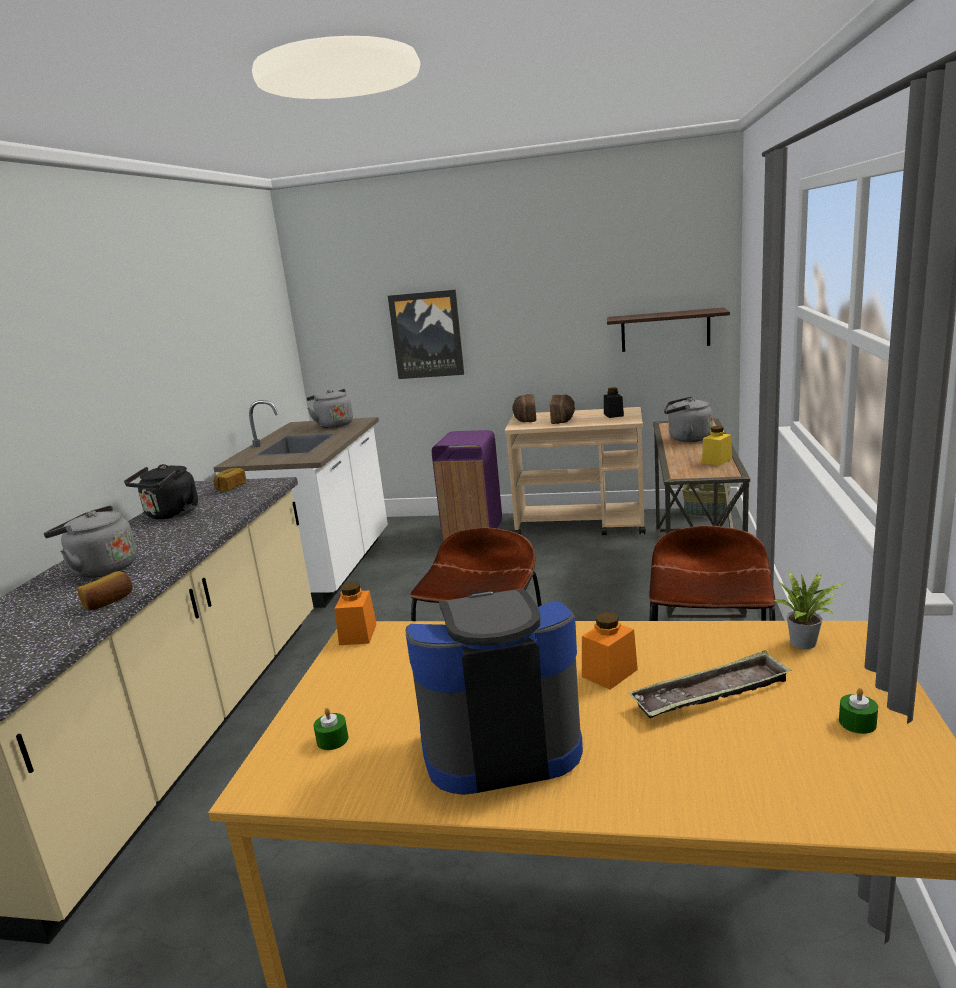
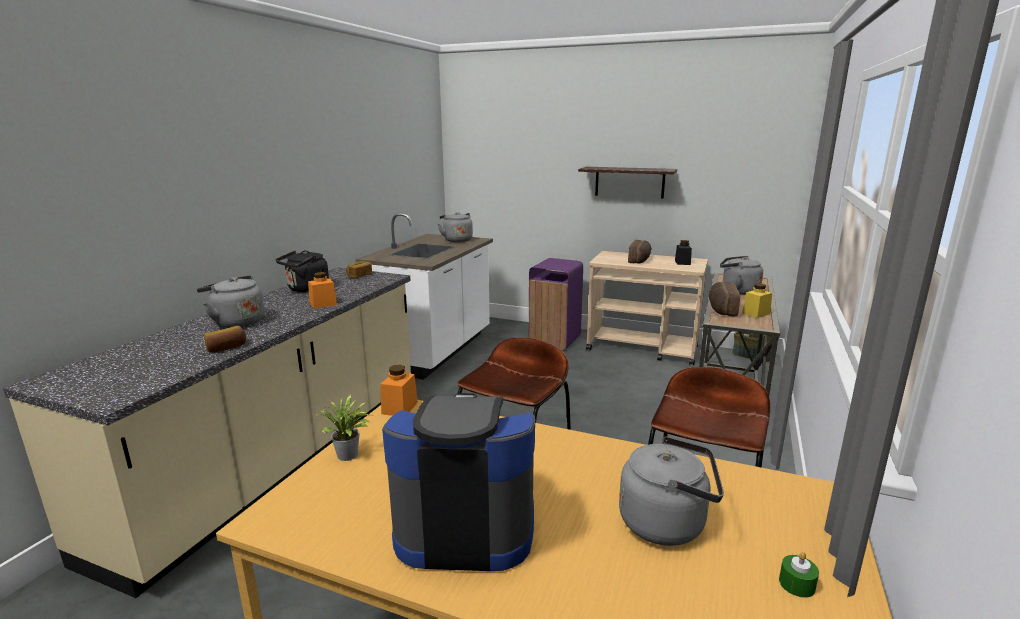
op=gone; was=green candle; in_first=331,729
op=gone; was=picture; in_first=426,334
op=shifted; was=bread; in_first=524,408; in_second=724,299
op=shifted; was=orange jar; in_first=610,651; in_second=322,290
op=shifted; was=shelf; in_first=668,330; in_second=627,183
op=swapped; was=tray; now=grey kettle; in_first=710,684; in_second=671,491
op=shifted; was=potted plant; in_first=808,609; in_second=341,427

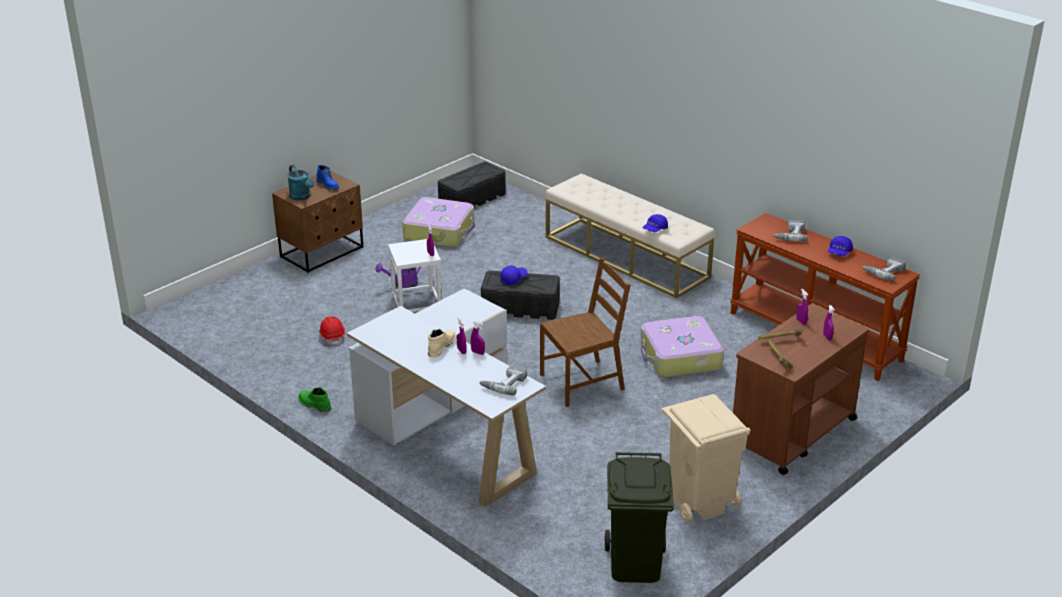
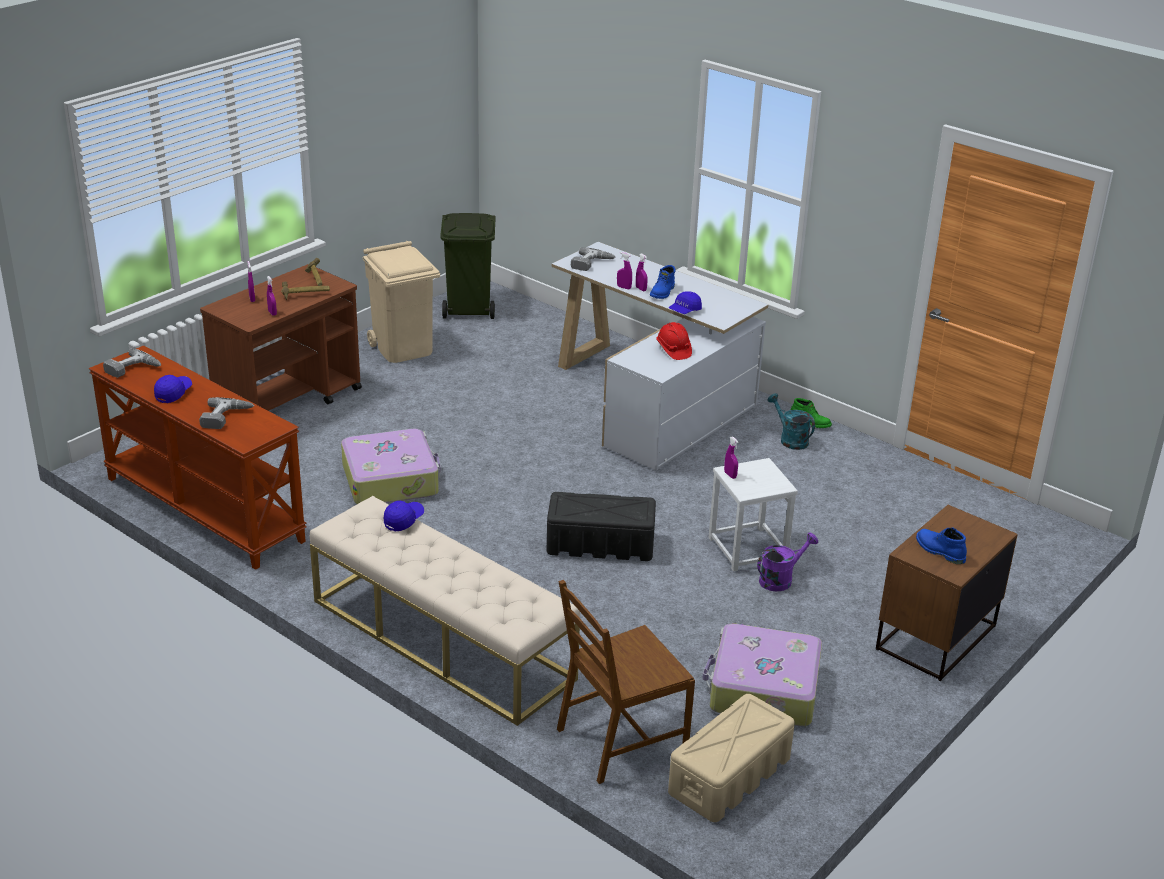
op=shifted; was=turquoise watering can; in_first=301,182; in_second=791,421
op=shifted; was=red hard hat; in_first=332,330; in_second=674,341
op=repainted; was=beige boot; now=blue boot; in_first=442,343; in_second=663,282
op=repainted; was=black storage box; now=beige storage box; in_first=472,185; in_second=731,758
op=shifted; was=blue cap; in_first=514,275; in_second=685,302
op=shifted; was=brown chair; in_first=585,332; in_second=626,682

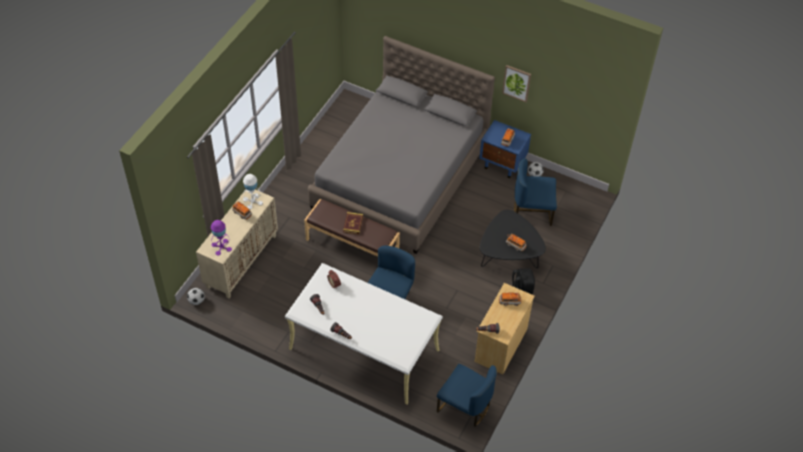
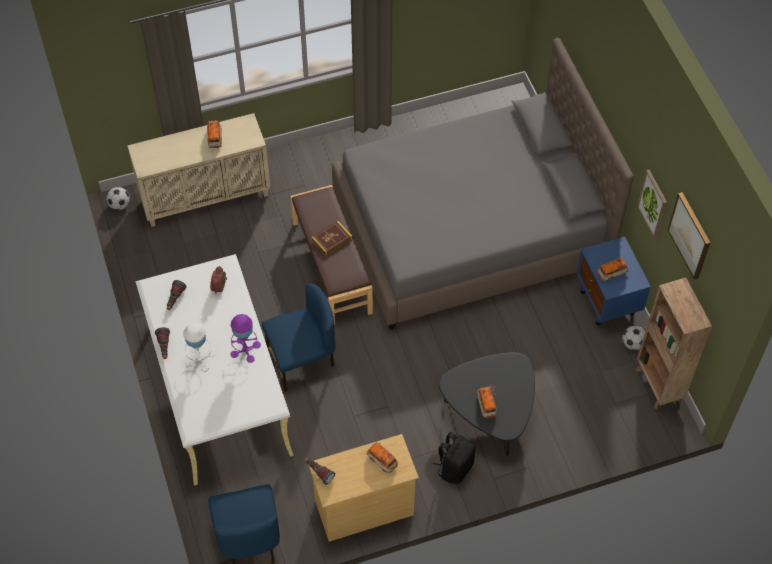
op=shifted; was=purple table lamp; in_first=221,238; in_second=245,338
op=shifted; was=white table lamp; in_first=253,191; in_second=199,347
op=gone; was=blue chair; in_first=535,192
op=new; now=brown bookcase; in_second=673,343
op=new; now=picture; in_second=689,236

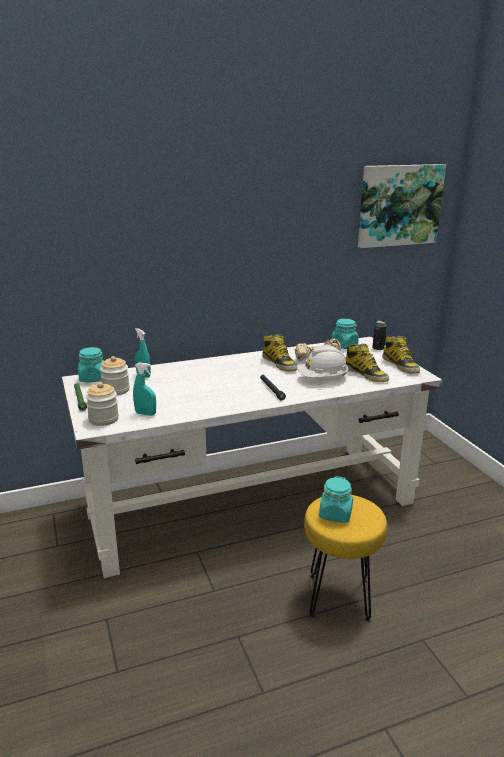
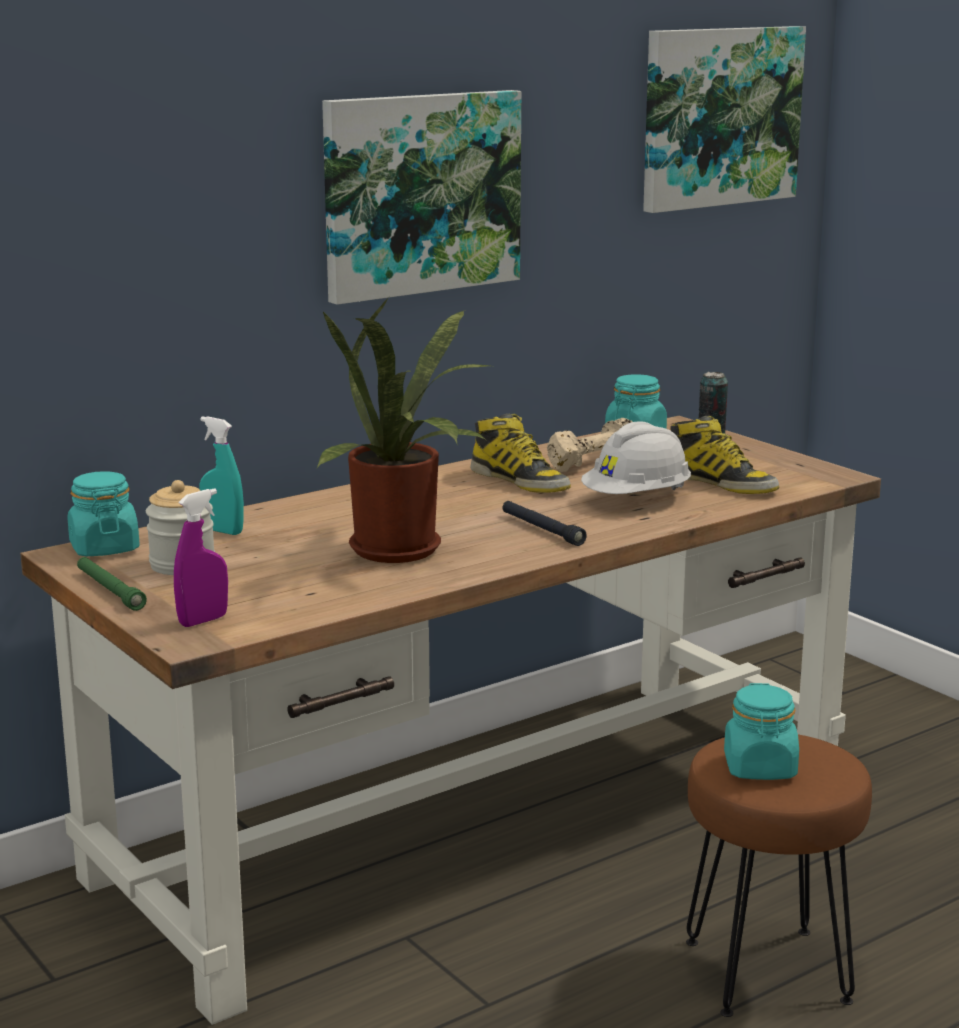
op=repainted; was=white desk; now=brown desk; in_first=252,457; in_second=450,720
op=swapped; was=jar; now=purple spray bottle; in_first=102,404; in_second=201,557
op=gone; was=turquoise spray bottle; in_first=144,389
op=repainted; was=yellow stool; now=brown stool; in_first=345,559; in_second=779,876
op=gone; was=boot; in_first=401,355
op=new; now=potted plant; in_second=403,430
op=new; now=picture; in_second=421,197

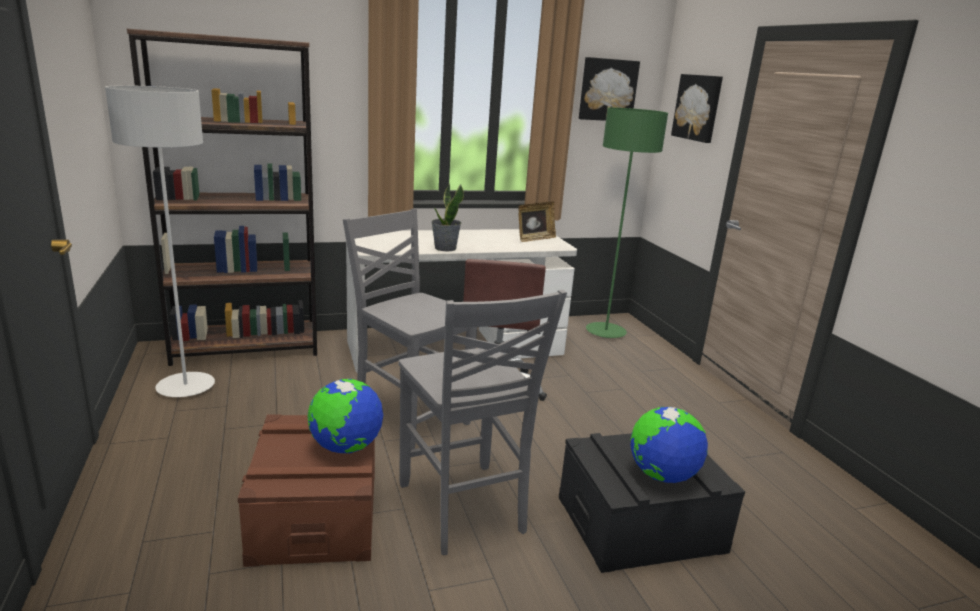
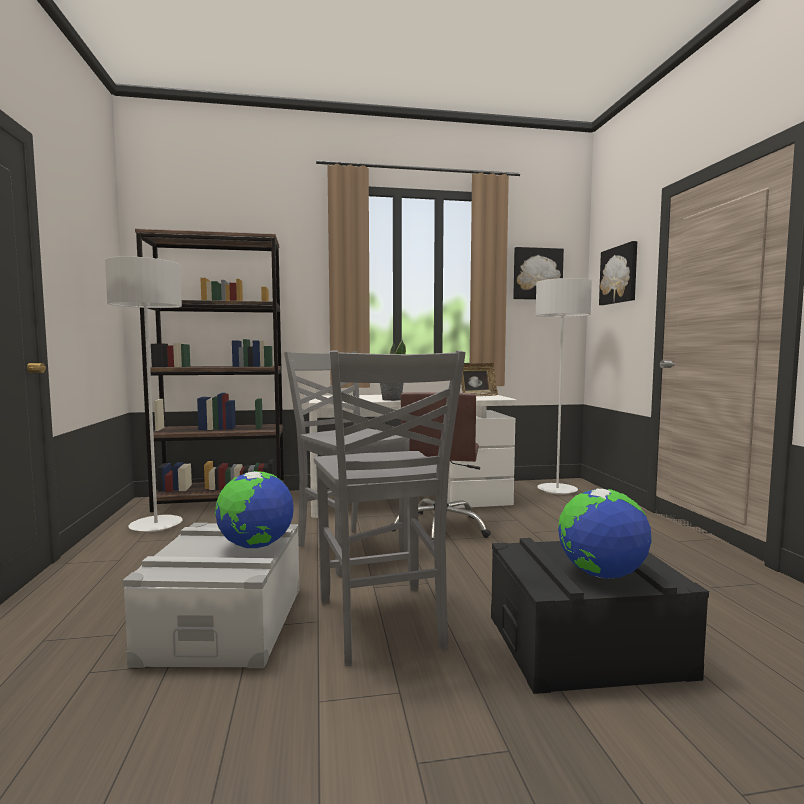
op=repainted; was=brown storage box; now=grey storage box; in_first=306,491; in_second=211,595
op=repainted; was=green floor lamp; now=grey floor lamp; in_first=627,222; in_second=564,386

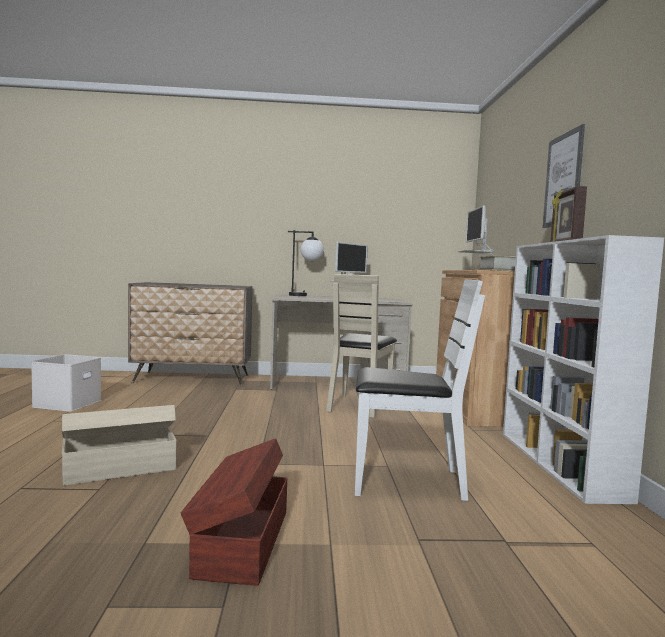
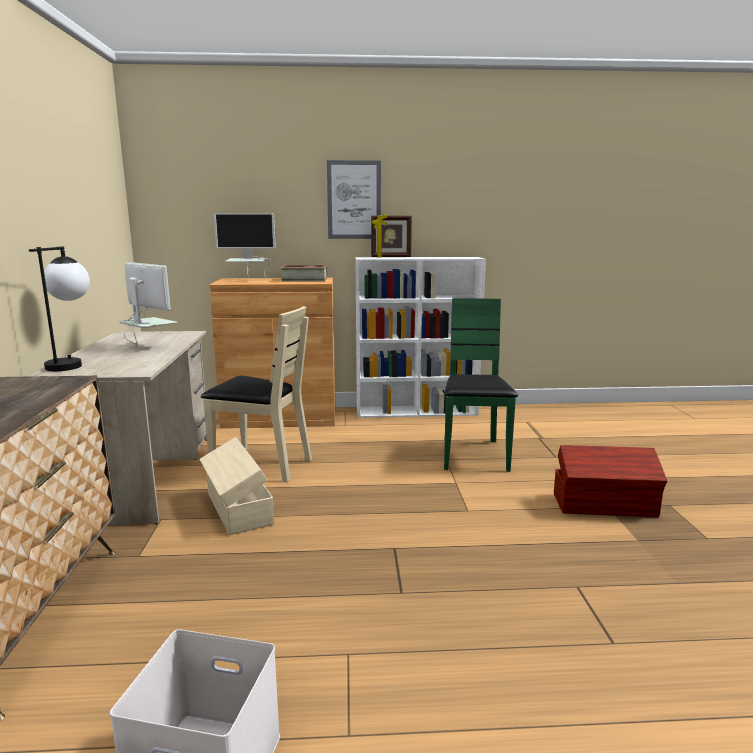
op=shifted; was=beige storage box; in_first=119,445; in_second=237,486
op=repainted; was=white chair; now=green chair; in_first=420,390; in_second=481,385

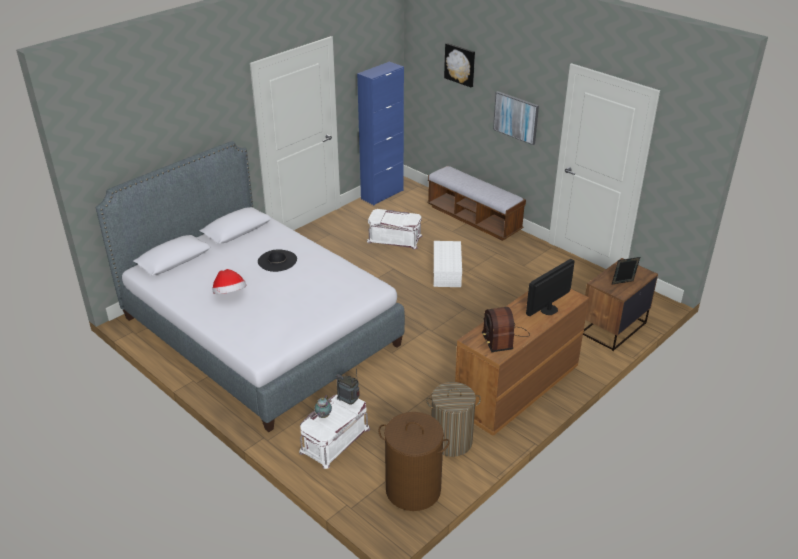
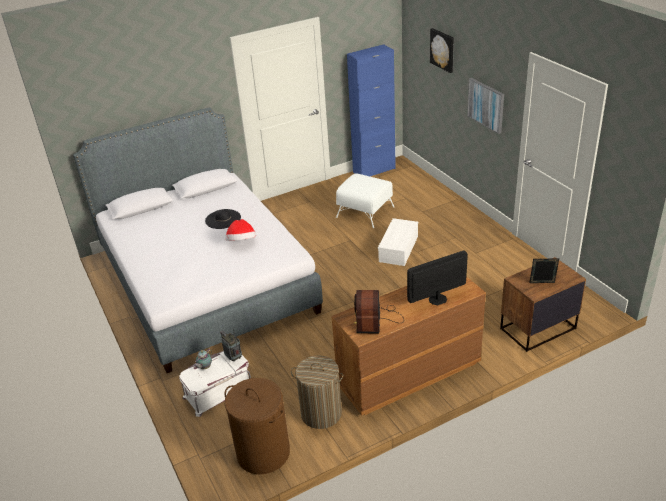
op=shifted; was=hat; in_first=229,281; in_second=241,230
op=swapped; was=white storage box; now=white ottoman; in_first=395,229; in_second=365,200
op=gone; was=bench; in_first=476,203

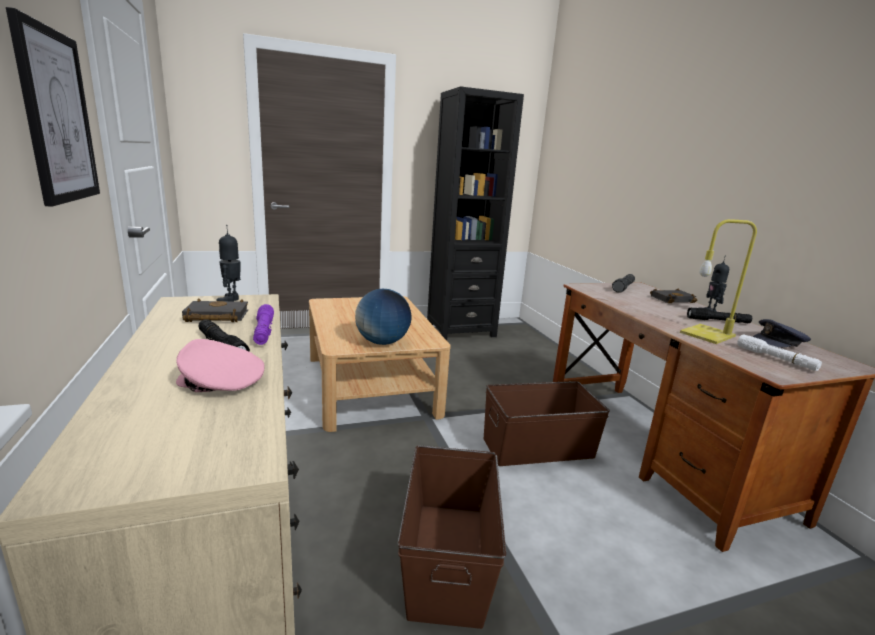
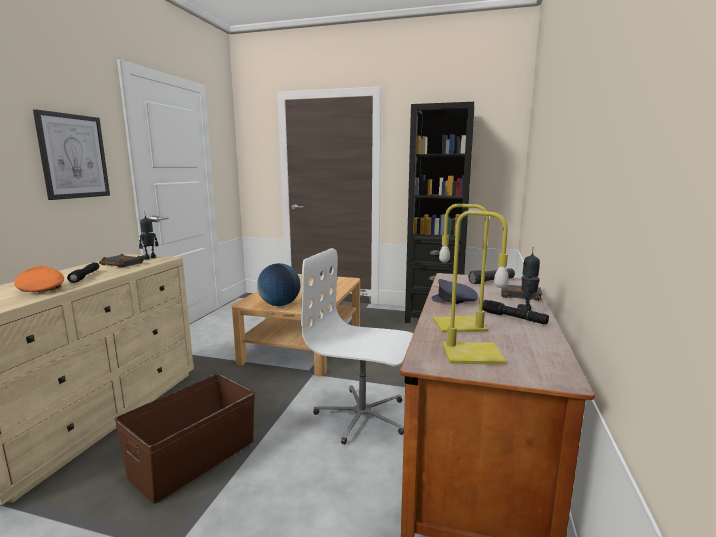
op=repainted; was=pink cap; now=orange cap; in_first=220,365; in_second=39,279
op=gone; was=purple flashlight; in_first=263,324
op=swapped; was=brown storage box; now=white office chair; in_first=547,423; in_second=357,346
op=swapped; was=white flashlight; now=yellow table lamp; in_first=779,353; in_second=475,287
op=shifted; was=grey cap; in_first=782,333; in_second=455,291

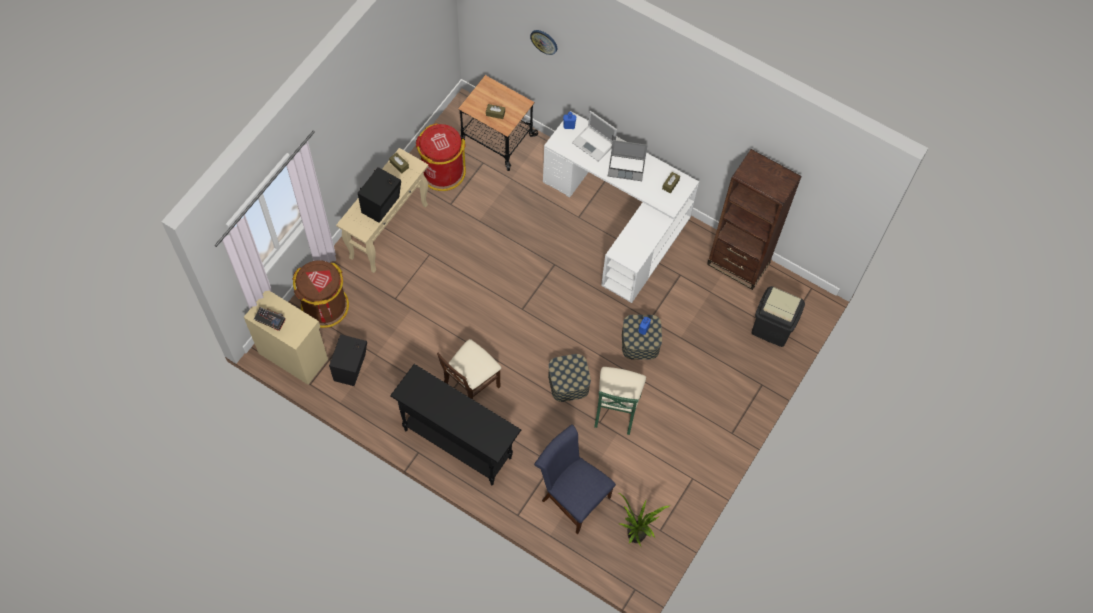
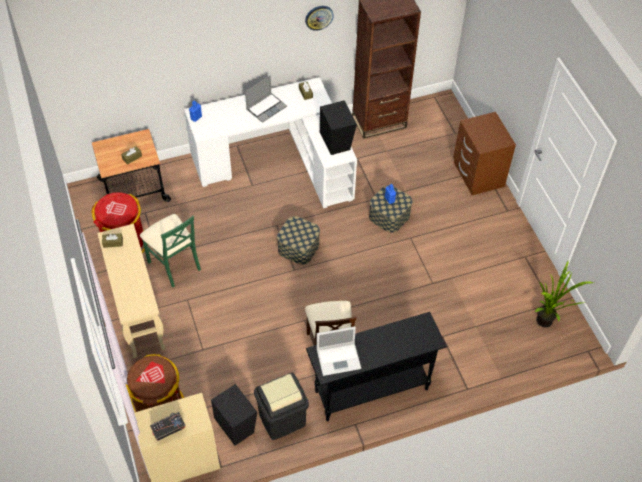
op=shifted; was=black speaker; in_first=379,195; in_second=338,127
op=shifted; was=wall clock; in_first=543,42; in_second=319,18
op=gone; was=blue chair; in_first=575,479
op=shifted; was=storage box; in_first=569,378; in_second=298,240
op=shifted; was=laptop; in_first=594,136; in_second=338,351
op=shifted; was=green chair; in_first=620,401; in_second=170,250
op=shifted; was=black trash can; in_first=778,316; in_second=281,406
op=new; now=brown nightstand; in_second=484,153

